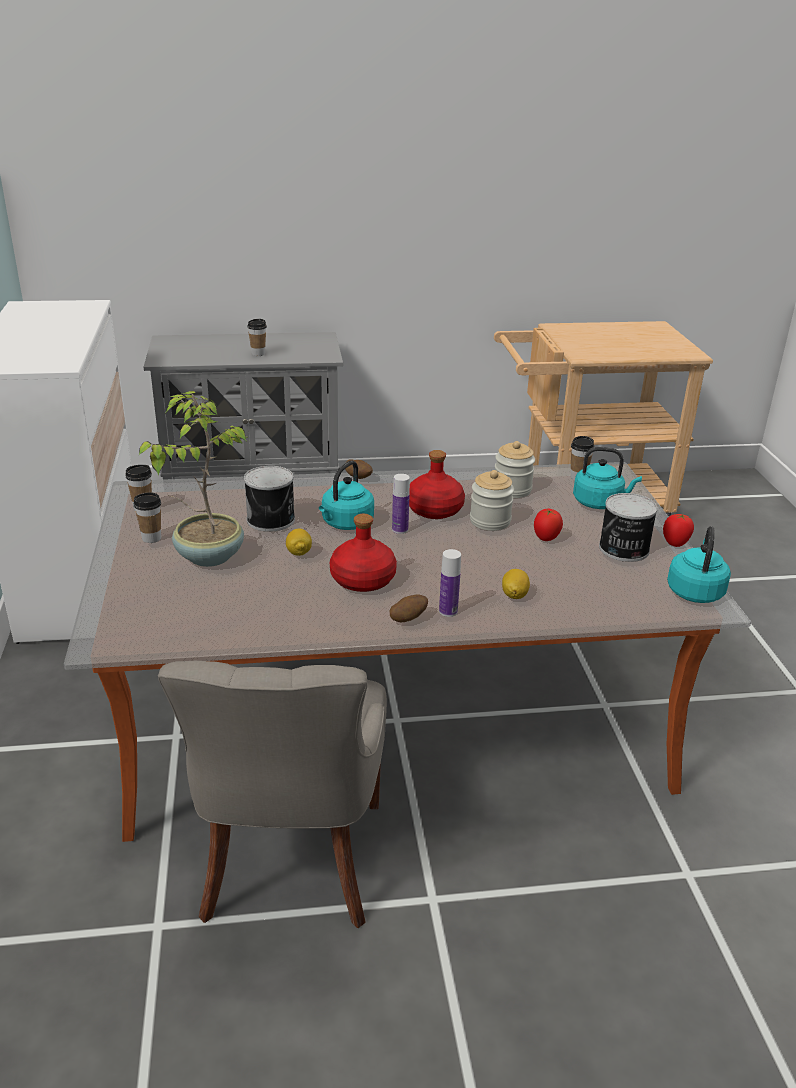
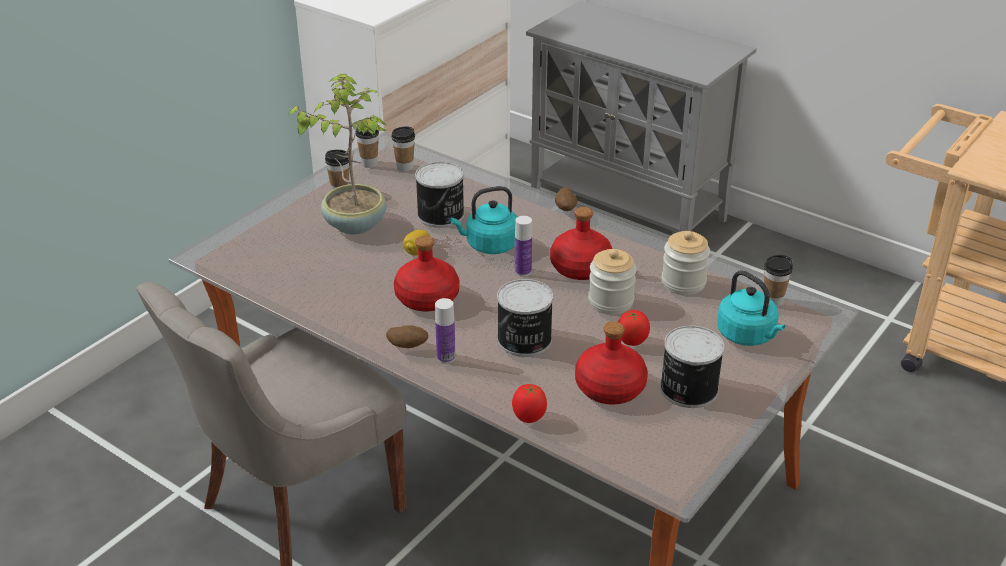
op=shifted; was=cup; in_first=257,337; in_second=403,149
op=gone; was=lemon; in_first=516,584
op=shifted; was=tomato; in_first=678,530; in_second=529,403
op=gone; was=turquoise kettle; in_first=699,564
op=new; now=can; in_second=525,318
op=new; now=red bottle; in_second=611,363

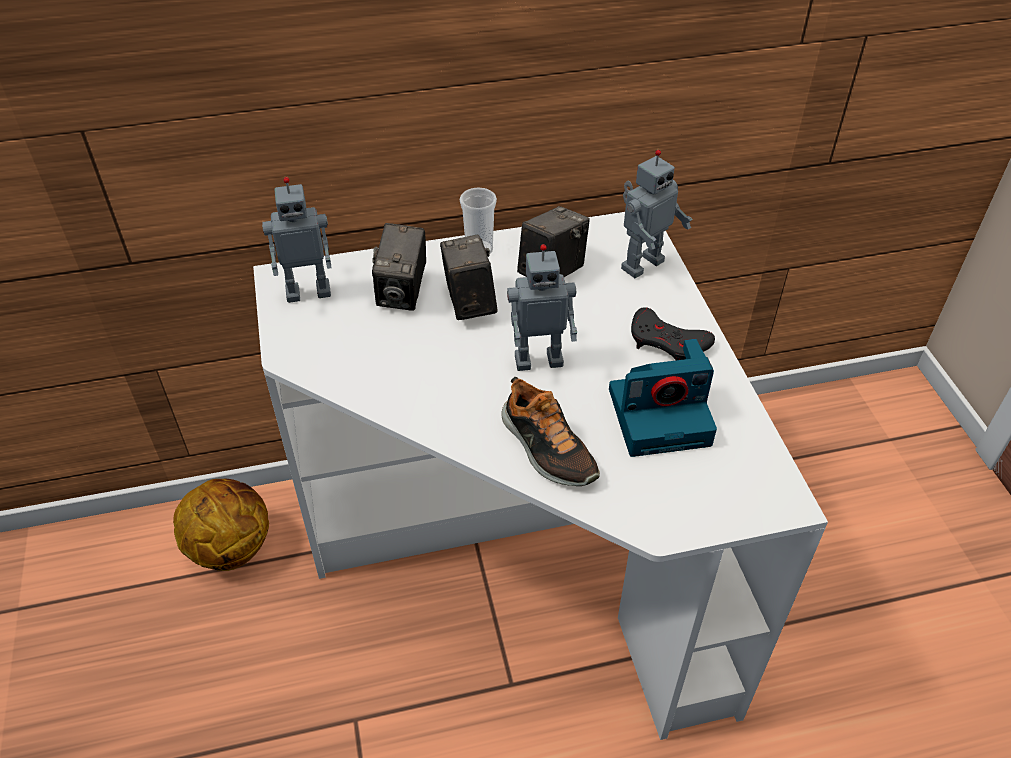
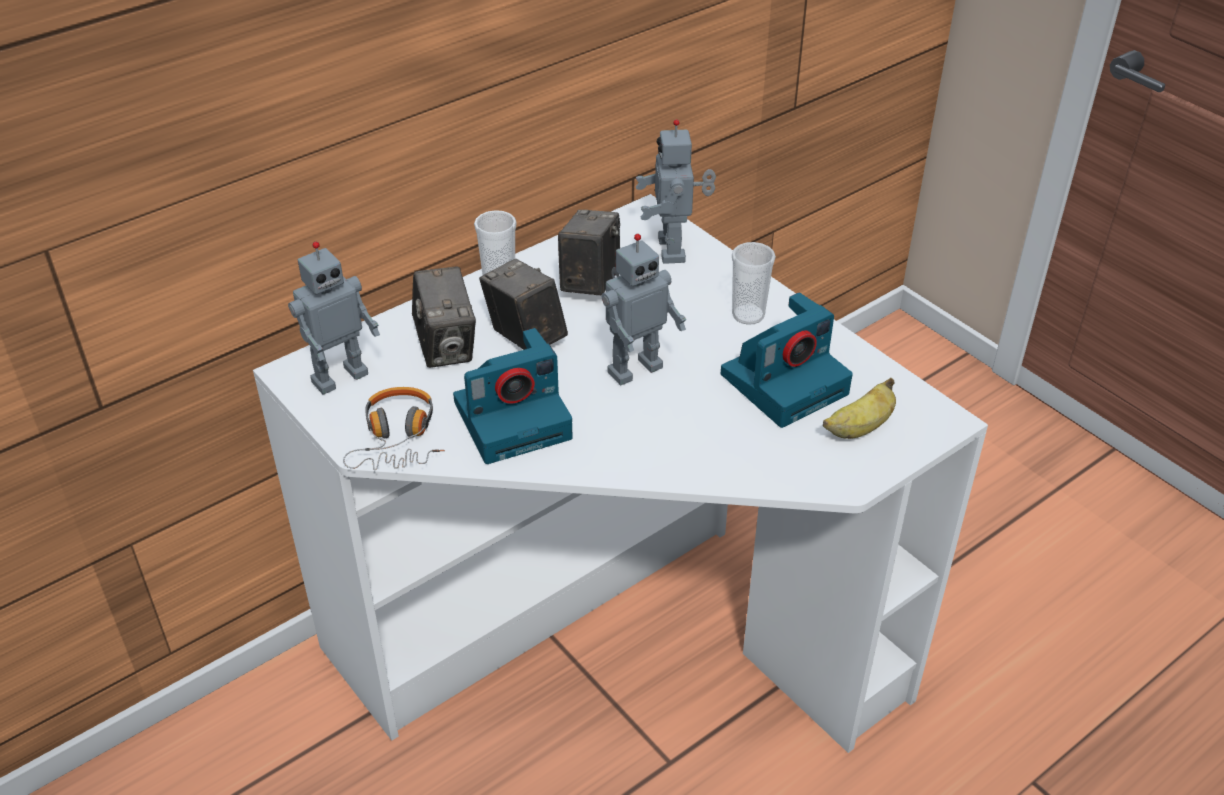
op=gone; was=basketball; in_first=221,524
op=gone; was=shoe; in_first=550,431
op=rotated; was=toy robot; in_first=657,214; in_second=676,191; clockwise=150
op=swapped; was=grey game controller; now=cup; in_first=673,333; in_second=754,283
op=new; now=headphones; in_second=394,429
op=new; now=photo camera; in_second=513,396
op=new; now=banana; in_second=859,408

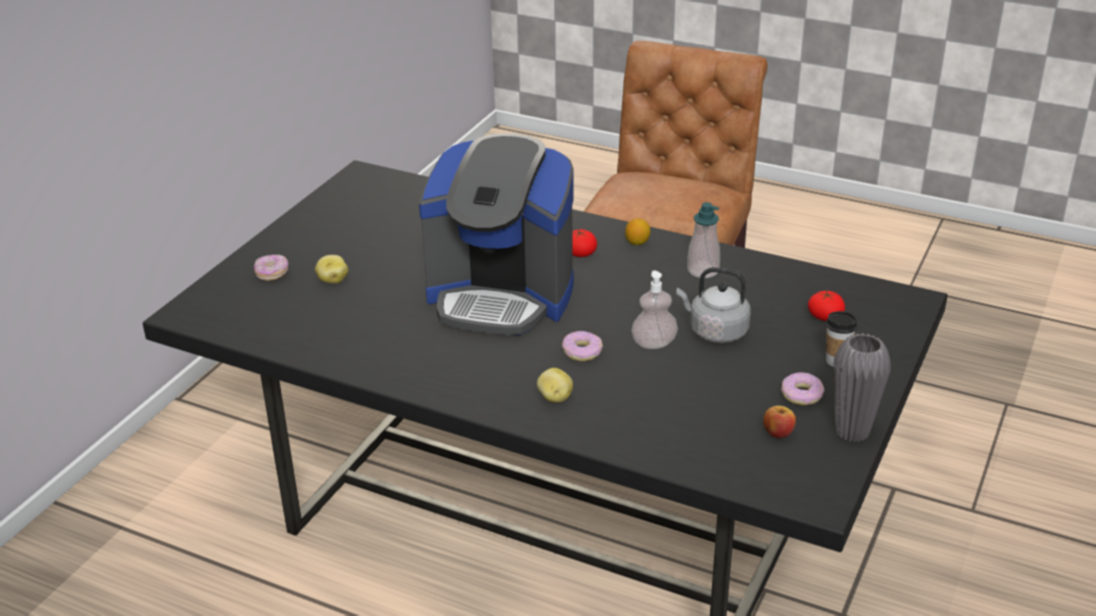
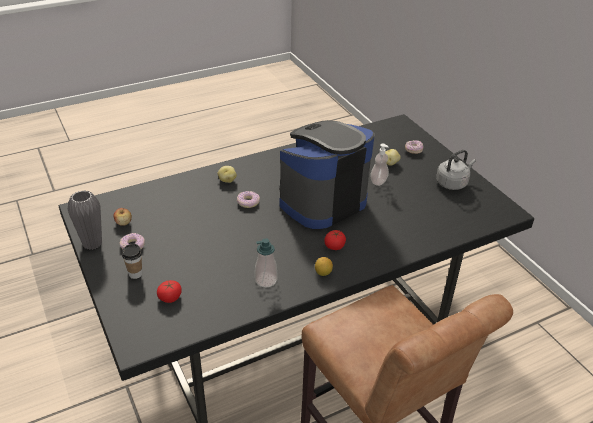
op=shifted; was=soap dispenser; in_first=654,309; in_second=379,165
op=shifted; was=grey kettle; in_first=714,305; in_second=456,170

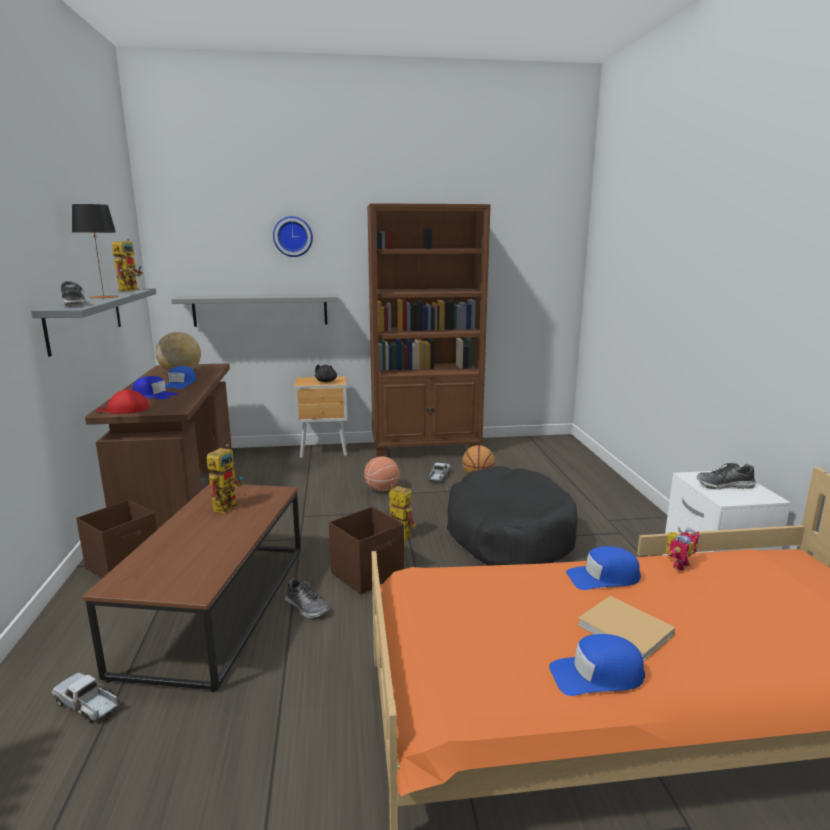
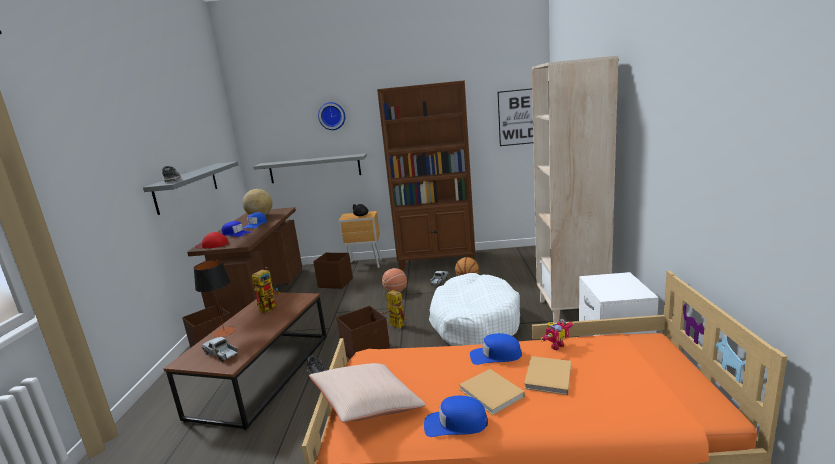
op=shifted; was=toy truck; in_first=84,698; in_second=220,349
op=shifted; was=table lamp; in_first=95,251; in_second=215,299
op=gone; was=toy robot; in_first=127,265
op=repainted; was=black dog bed; now=white dog bed; in_first=512,516; in_second=474,309
op=gone; was=shoe; in_first=726,476
op=new; now=beige pillow; in_second=367,392
op=new; now=brown storage box; in_second=333,271
op=new; now=picture; in_second=515,117
op=new; now=beige book; in_second=547,375
op=new; now=beige bookcase; in_second=575,189

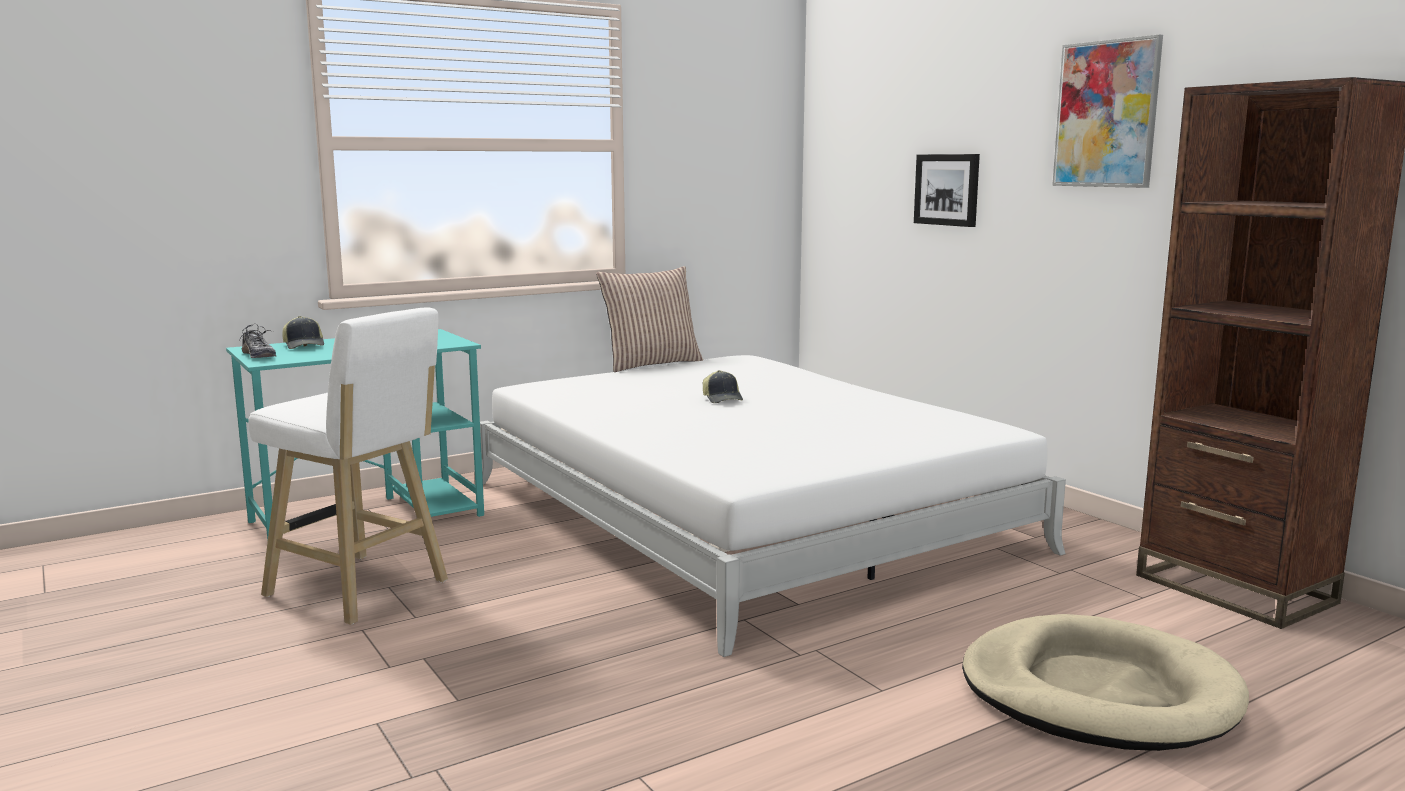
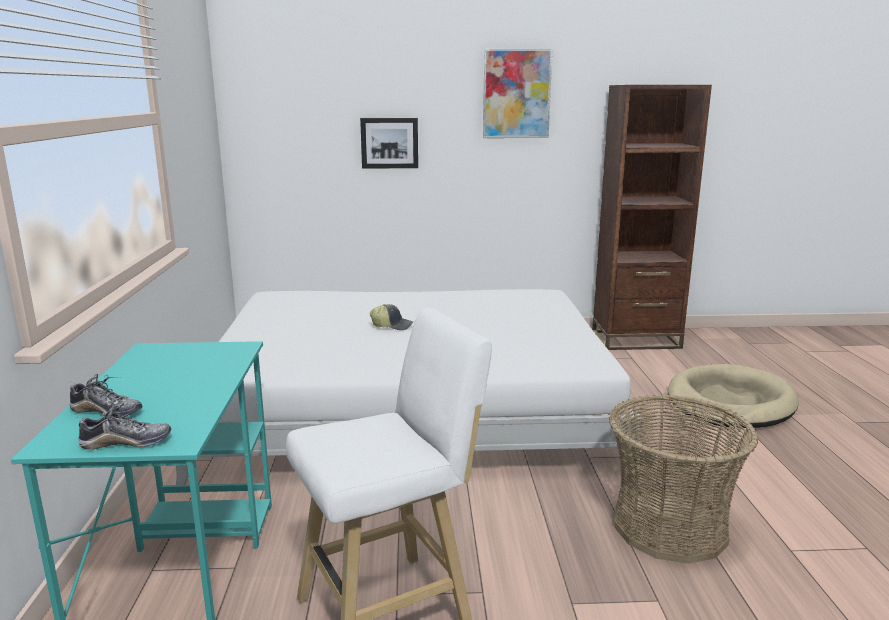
op=swapped; was=cap; now=shoe; in_first=303,332; in_second=106,395
op=gone; was=pillow; in_first=649,319
op=new; now=basket; in_second=684,479

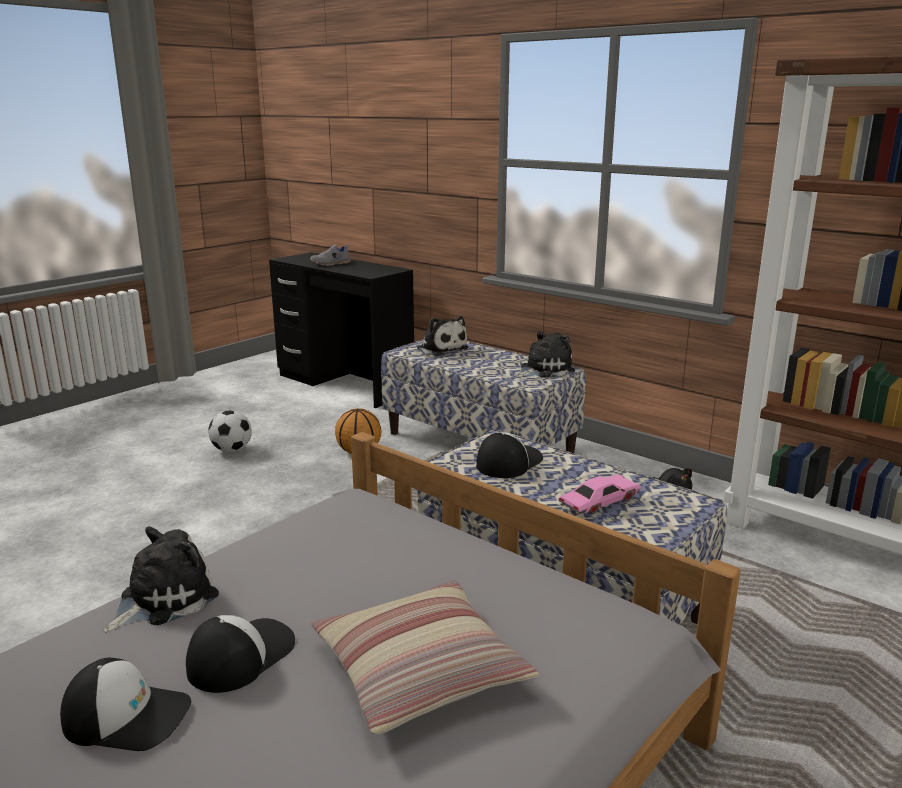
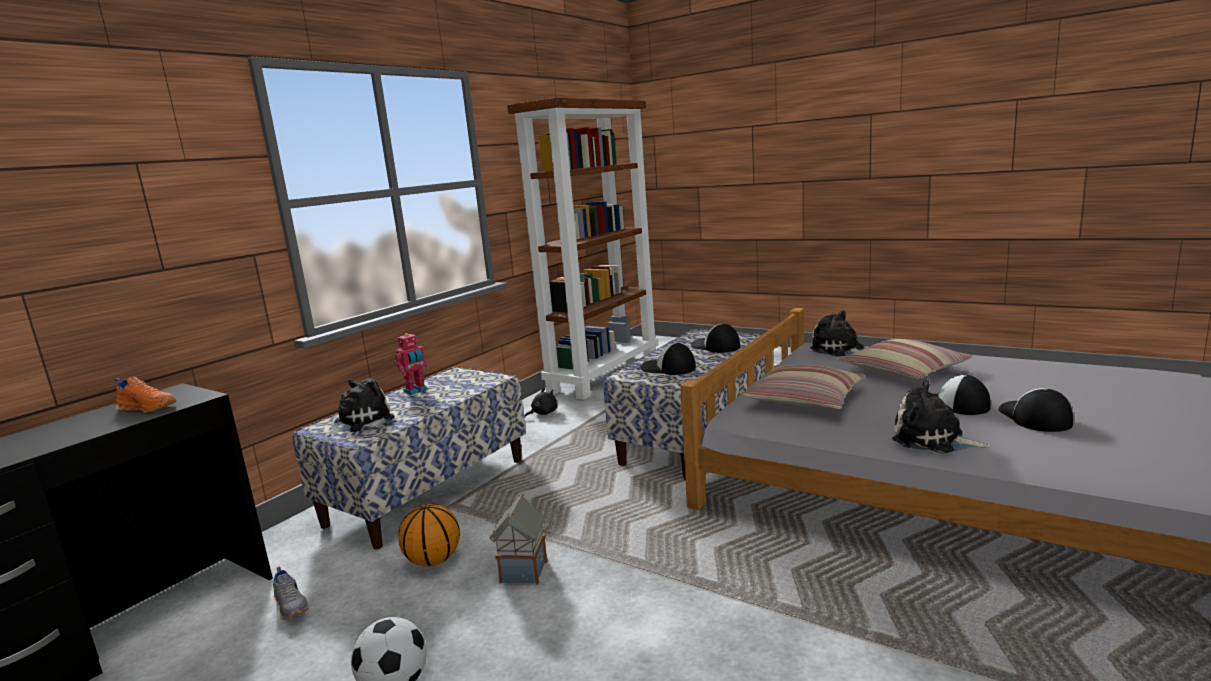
op=shifted; was=grey shoe; in_first=330,255; in_second=291,593
op=shifted; was=plush toy; in_first=545,354; in_second=837,333
op=swapped; was=pink toy car; now=cap; in_first=599,494; in_second=715,338
op=new; now=orange shoe; in_second=145,395
op=new; now=toy robot; in_second=411,363
op=new; now=toy house; in_second=519,539
op=new; now=pillow; in_second=803,387

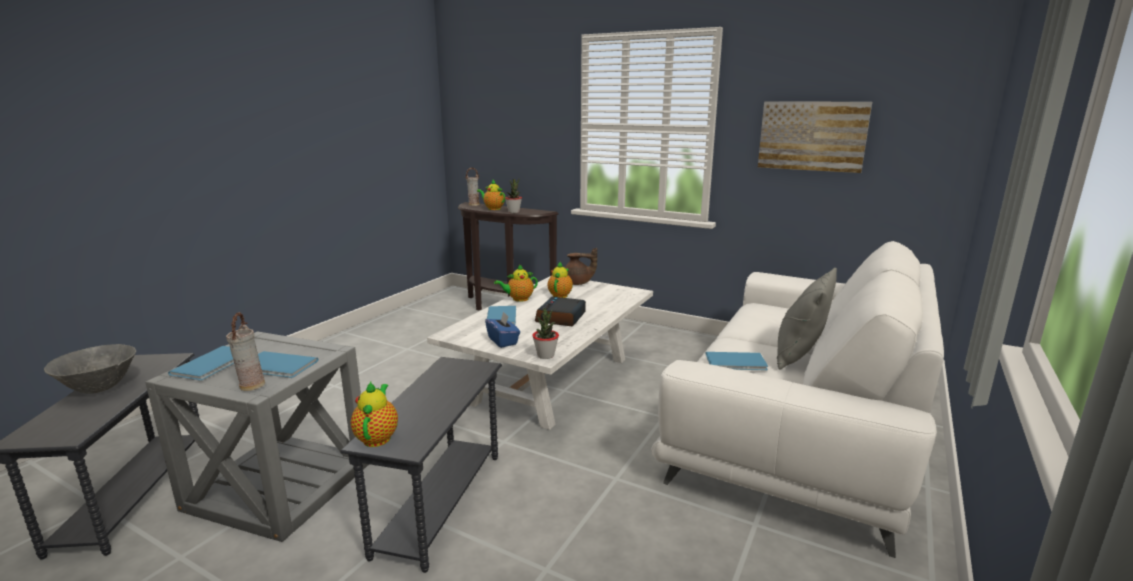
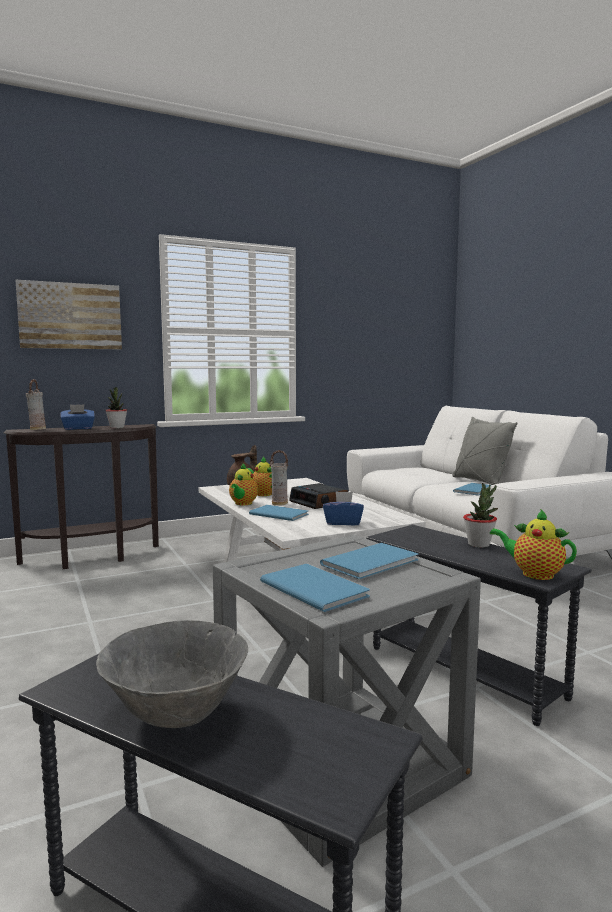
op=shifted; was=vase; in_first=245,351; in_second=278,478
op=swapped; was=teapot; now=blue tissue box; in_first=491,195; in_second=78,417
op=shifted; was=potted plant; in_first=545,333; in_second=480,515
op=shifted; was=picture; in_first=815,137; in_second=68,314

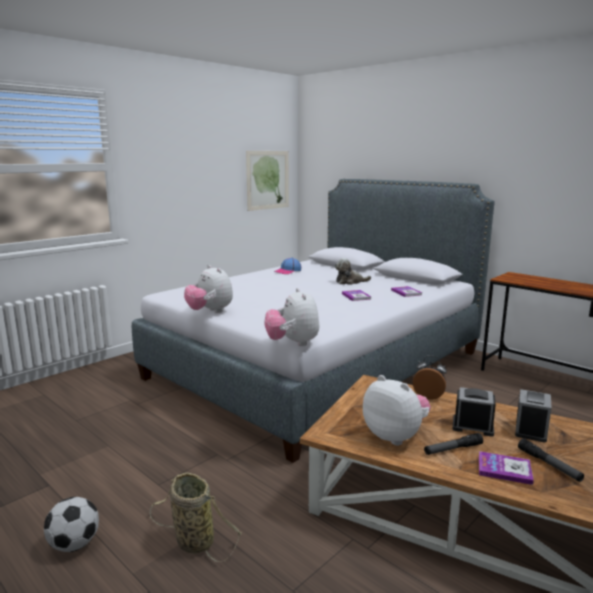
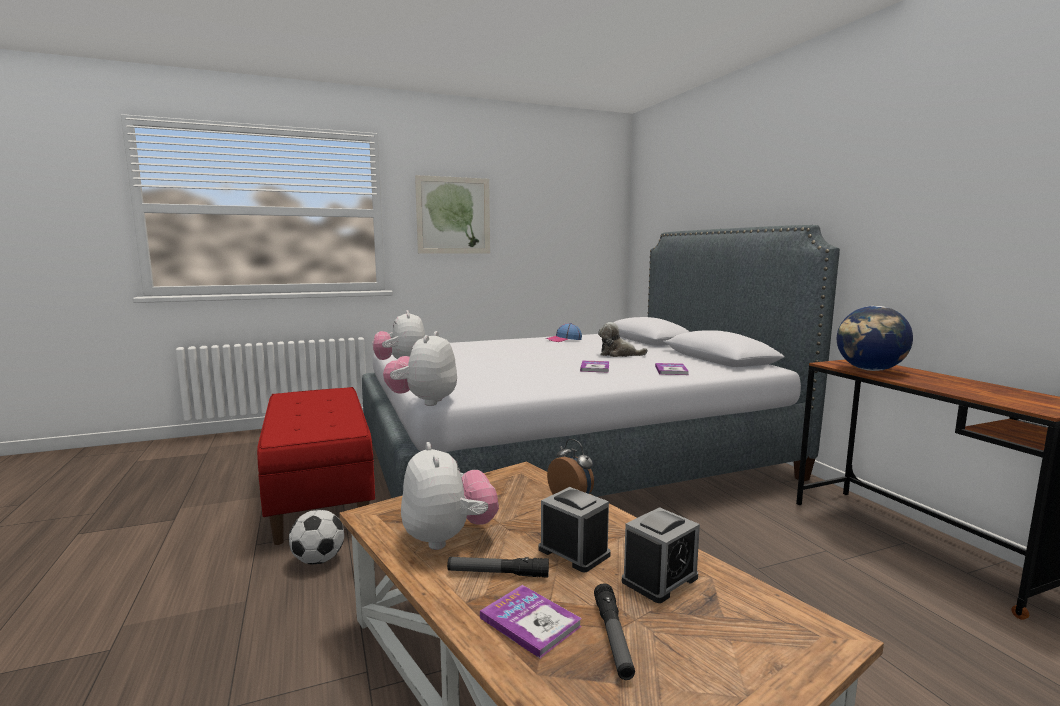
op=shifted; was=football; in_first=71,524; in_second=316,536
op=gone; was=basket; in_first=196,517
op=shifted; was=picture; in_first=267,181; in_second=452,214
op=new; now=red bench; in_second=316,466
op=new; now=globe; in_second=875,338

